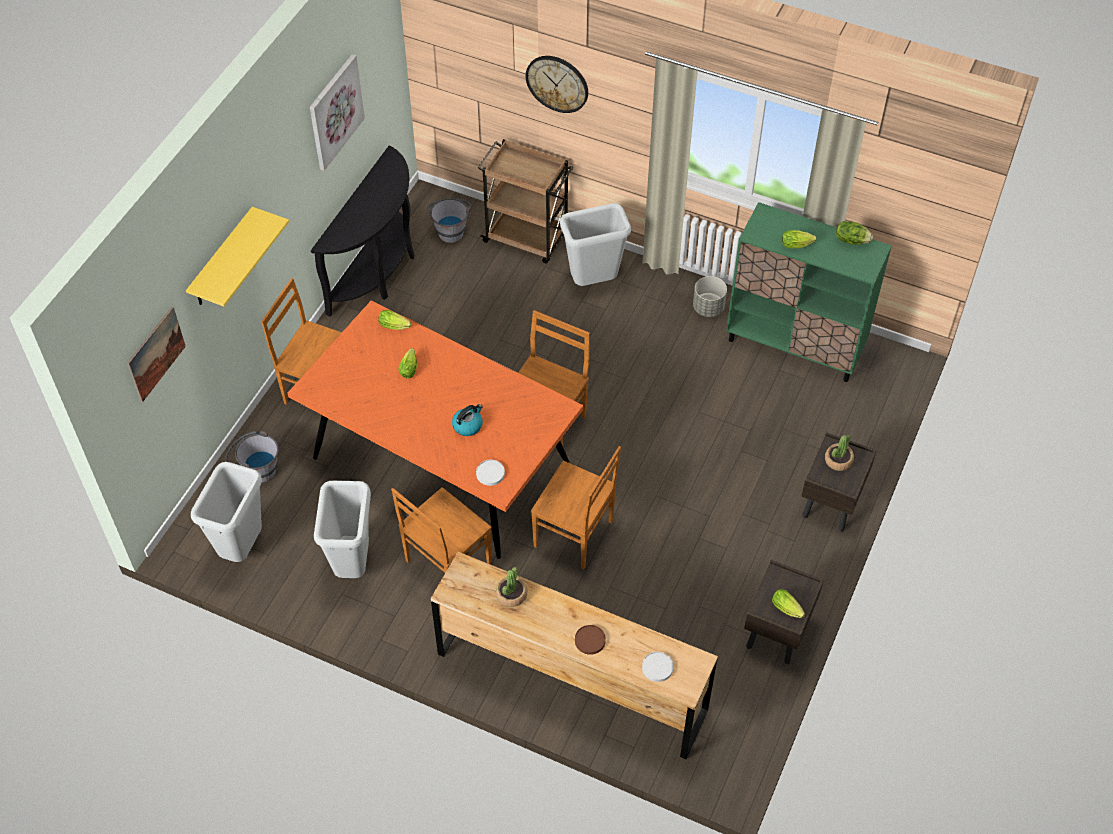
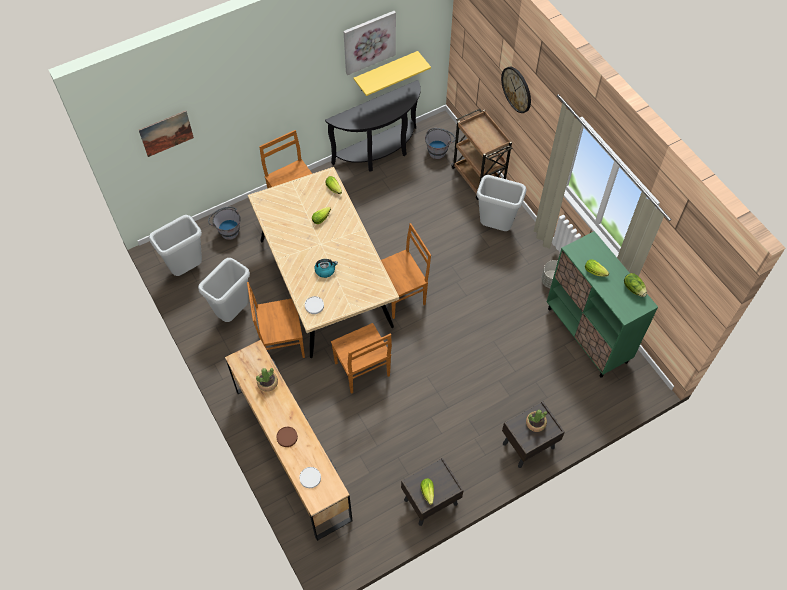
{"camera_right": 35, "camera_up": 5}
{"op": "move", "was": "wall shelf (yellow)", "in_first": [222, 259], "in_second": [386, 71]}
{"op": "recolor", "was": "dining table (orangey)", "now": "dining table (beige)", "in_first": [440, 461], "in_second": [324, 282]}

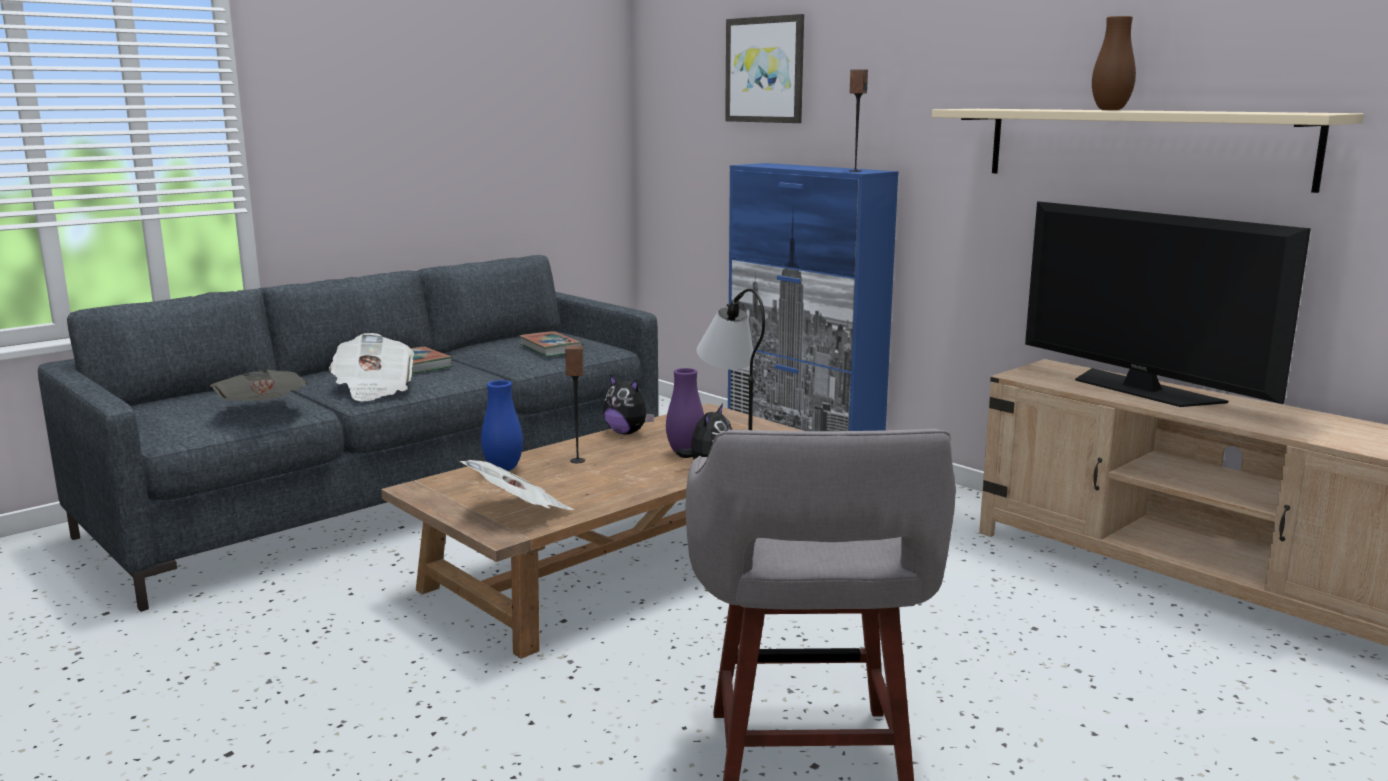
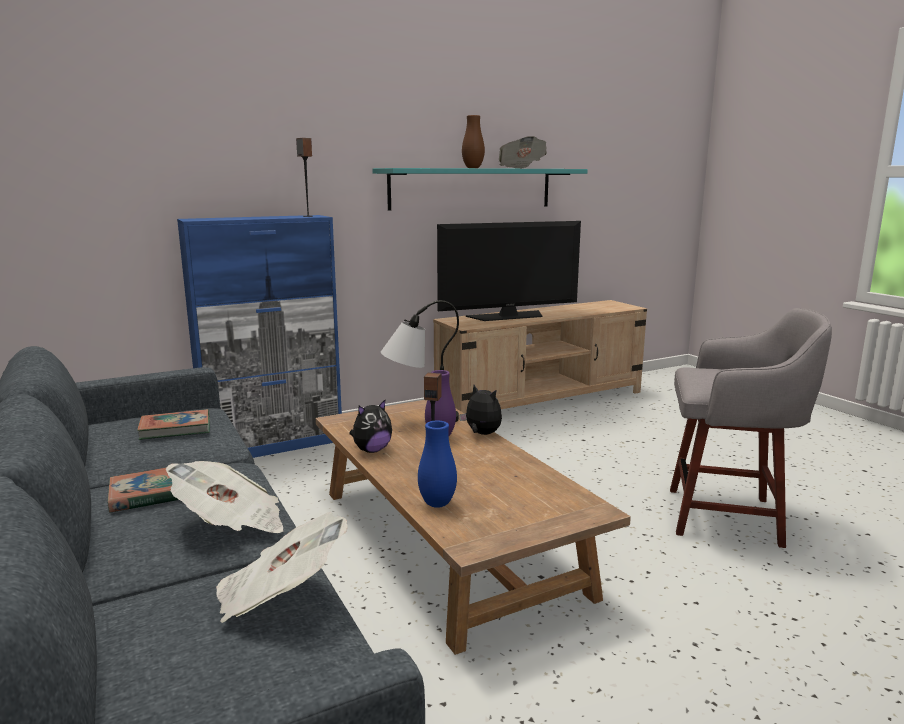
{"camera_right": -75, "camera_up": 0}
{"op": "move", "was": "newspaper", "in_first": [519, 512], "in_second": [521, 168]}
{"op": "delete", "was": "picture", "in_first": [765, 70]}
{"op": "recolor", "was": "wall shelf (beige)", "now": "wall shelf (blue-green)", "in_first": [1142, 146], "in_second": [472, 188]}

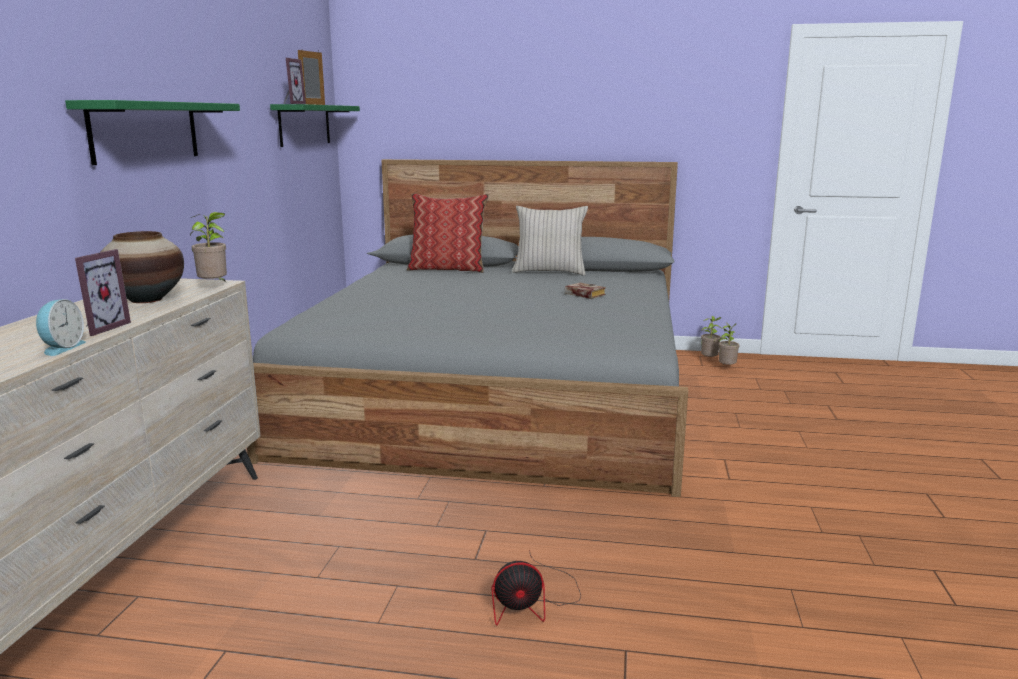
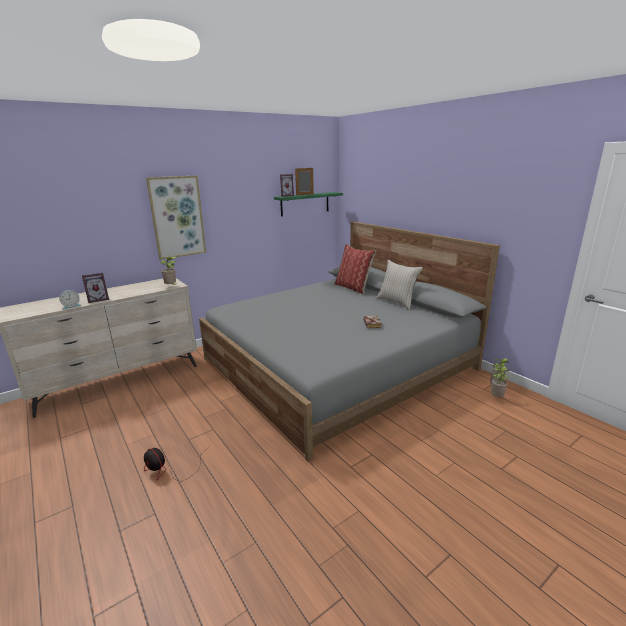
{"camera_right": 45, "camera_up": 5}
{"op": "replace", "was": "wall shelf (green-coloured)", "now": "picture", "in_first": [145, 131], "in_second": [177, 217]}
{"op": "delete", "was": "vase", "in_first": [146, 300]}

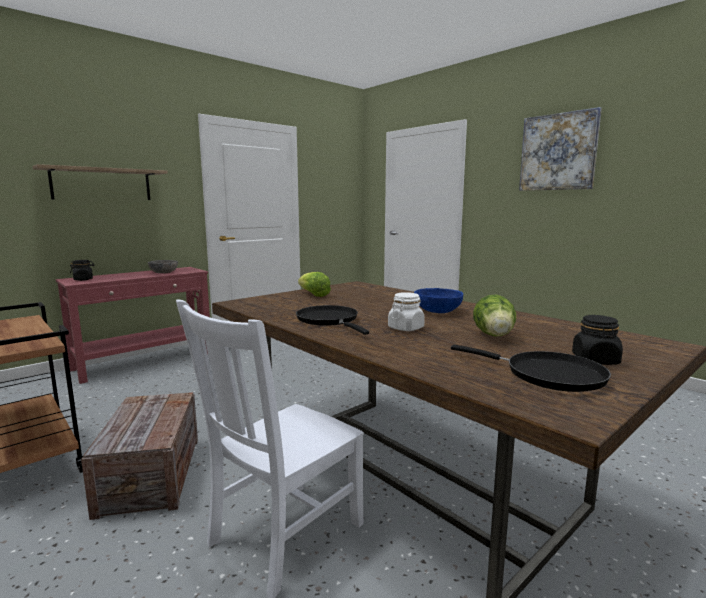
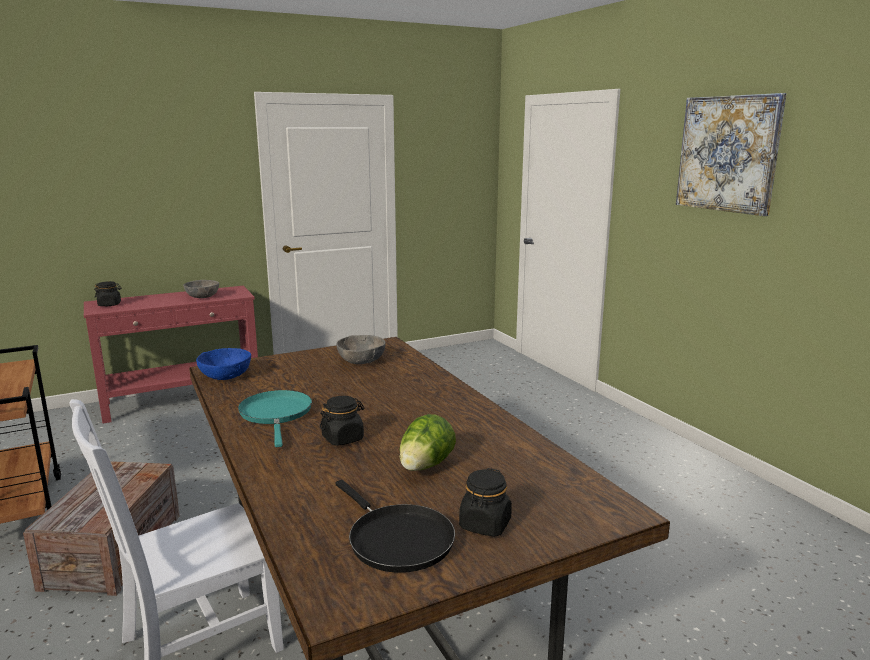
{"camera_right": 15, "camera_up": 5}
{"op": "delete", "was": "wall shelf", "in_first": [102, 184]}
{"op": "recolor", "was": "pan (black-coloured)", "now": "pan (blue-green)", "in_first": [329, 320], "in_second": [276, 414]}
{"op": "delete", "was": "head of lettuce", "in_first": [313, 295]}
{"op": "recolor", "was": "storage jar (white)", "now": "storage jar (black-coloured)", "in_first": [406, 328], "in_second": [343, 438]}
{"op": "move", "was": "bowl (blue-coloured)", "in_first": [437, 311], "in_second": [225, 376]}
{"op": "insert", "now": "bowl (gray)", "in_second": [361, 361]}

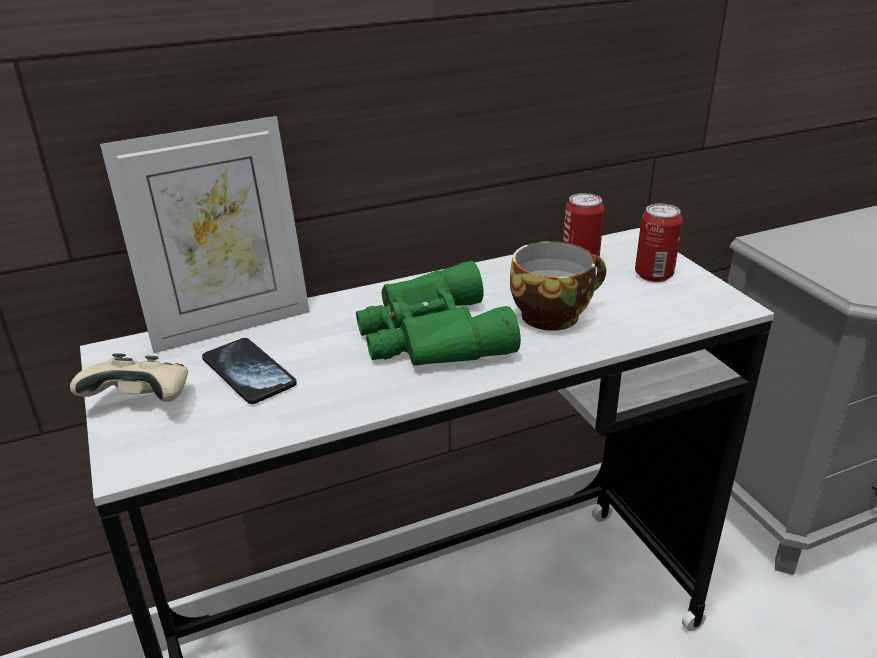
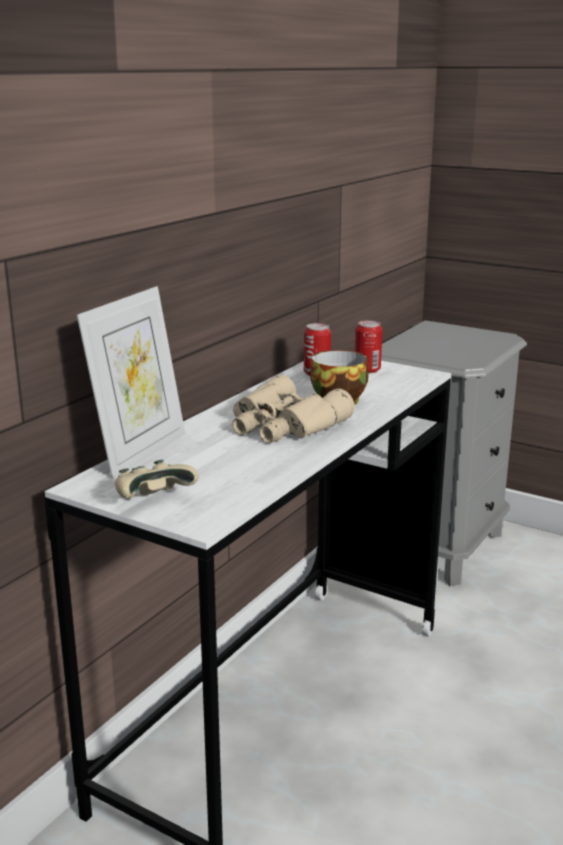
{"camera_right": -35, "camera_up": -10}
{"op": "delete", "was": "phone", "in_first": [248, 373]}
{"op": "recolor", "was": "pair of binoculars (green-coloured)", "now": "pair of binoculars (beige)", "in_first": [430, 336], "in_second": [283, 425]}

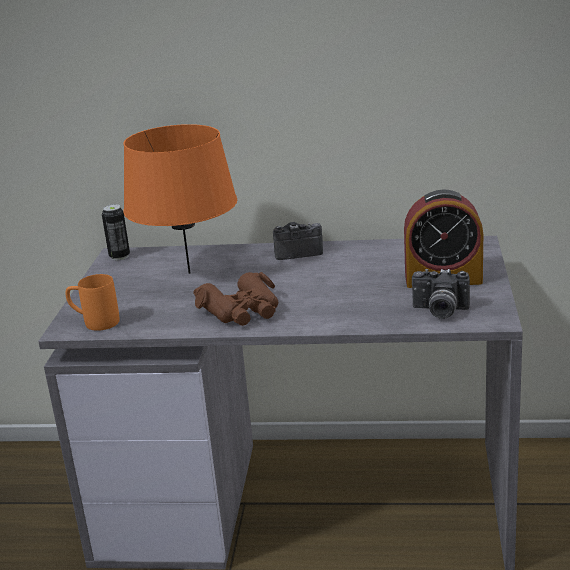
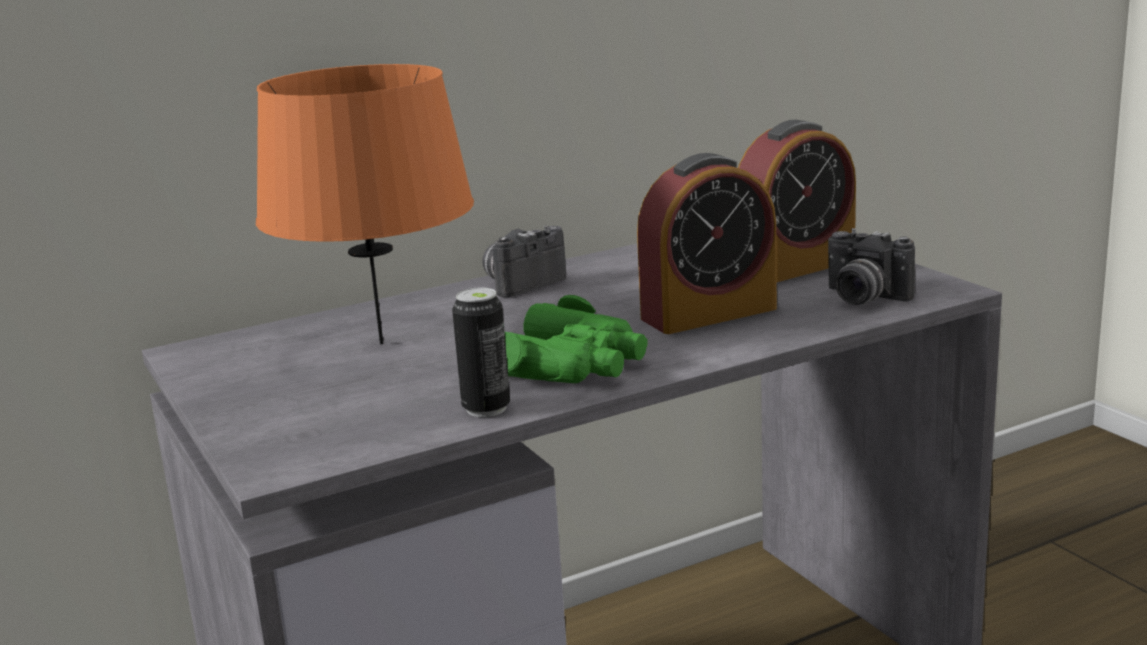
{"camera_right": -35, "camera_up": -5}
{"op": "delete", "was": "mug (orangey)", "in_first": [94, 322]}
{"op": "move", "was": "metal can", "in_first": [119, 256], "in_second": [486, 409]}
{"op": "recolor", "was": "pair of binoculars (brown-coloured)", "now": "pair of binoculars (green-coloured)", "in_first": [242, 311], "in_second": [569, 365]}
{"op": "rotate", "was": "still camera", "in_first": [439, 312], "in_second": [861, 298], "clockwise": 60}
{"op": "insert", "now": "bedside clock", "in_second": [708, 313]}

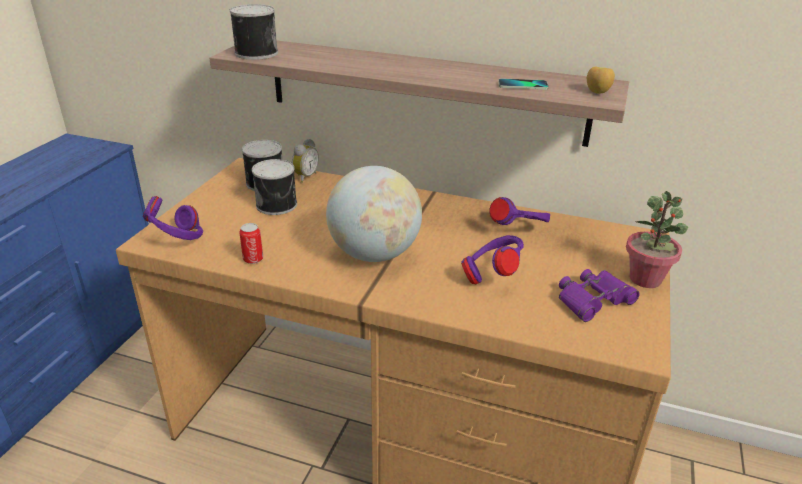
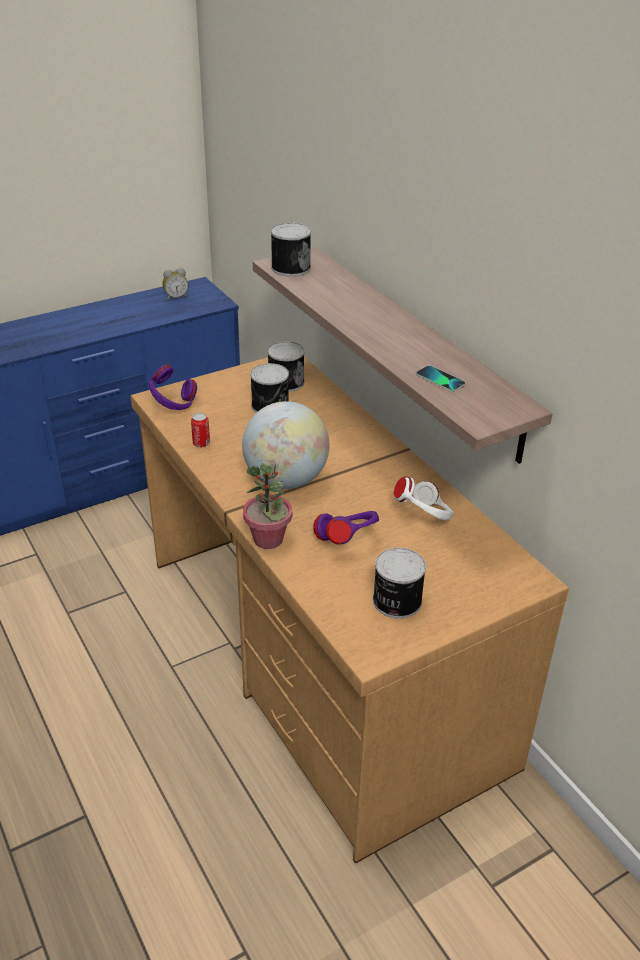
{"camera_right": 40, "camera_up": 5}
{"op": "move", "was": "bedside clock", "in_first": [305, 177], "in_second": [176, 297]}
{"op": "recolor", "was": "pair of headphones (purplish)", "now": "pair of headphones (white)", "in_first": [517, 232], "in_second": [424, 517]}
{"op": "replace", "was": "pair of binoculars (purplish)", "now": "metal can", "in_first": [593, 300], "in_second": [396, 601]}
{"op": "delete", "was": "apple", "in_first": [597, 92]}
{"op": "move", "was": "potted plant", "in_first": [645, 279], "in_second": [268, 539]}

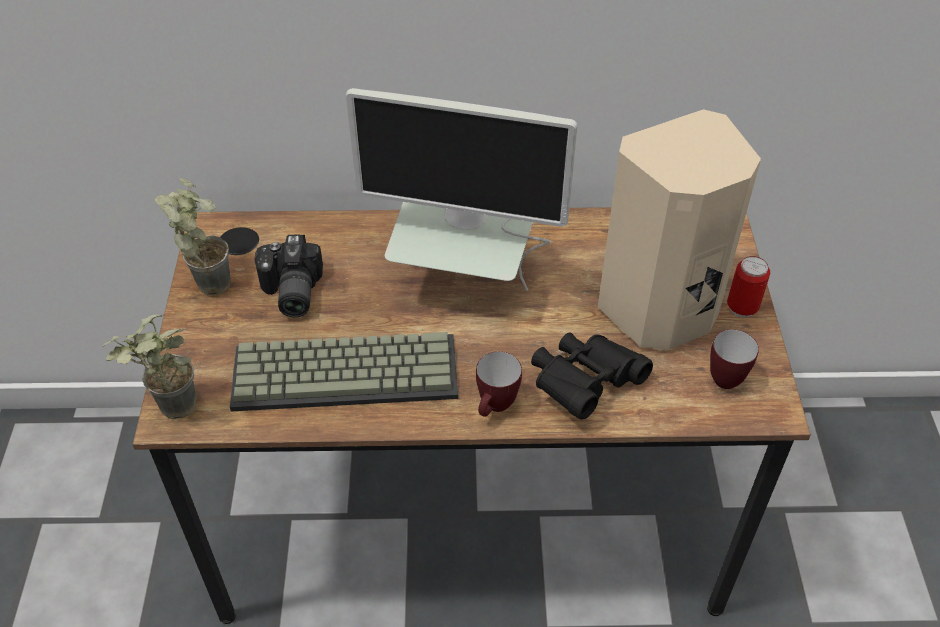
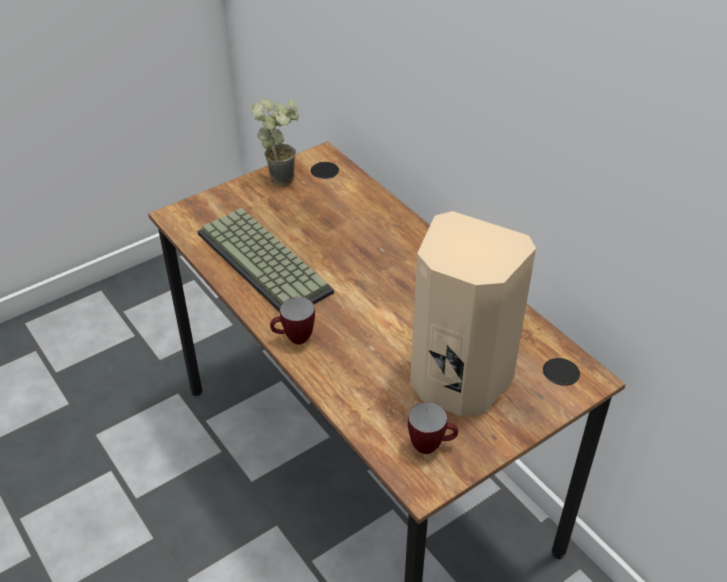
{"camera_right": 55, "camera_up": -5}
{"op": "delete", "was": "potted plant", "in_first": [170, 413]}
{"op": "delete", "was": "still camera", "in_first": [289, 292]}
{"op": "delete", "was": "computer screen", "in_first": [464, 279]}
{"op": "delete", "was": "pair of binoculars (black-coloured)", "in_first": [584, 384]}
{"op": "delete", "was": "metal can", "in_first": [742, 308]}

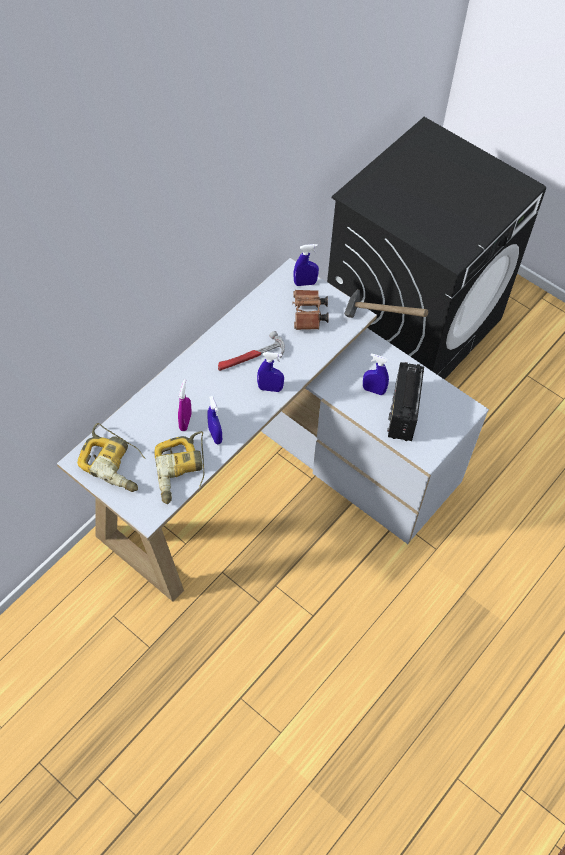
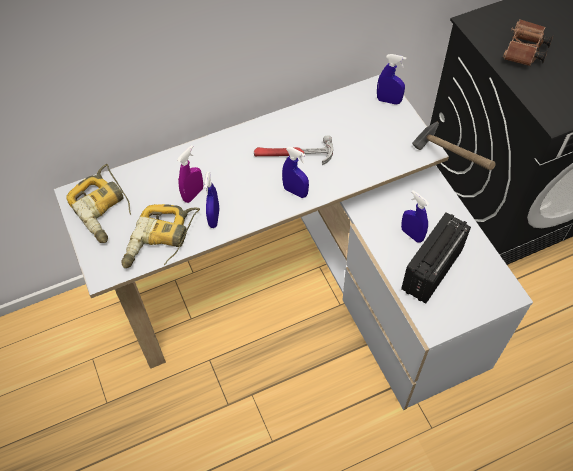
{"camera_right": 30, "camera_up": 0}
{"op": "move", "was": "pair of binoculars (brown-coloured)", "in_first": [308, 316], "in_second": [524, 52]}

